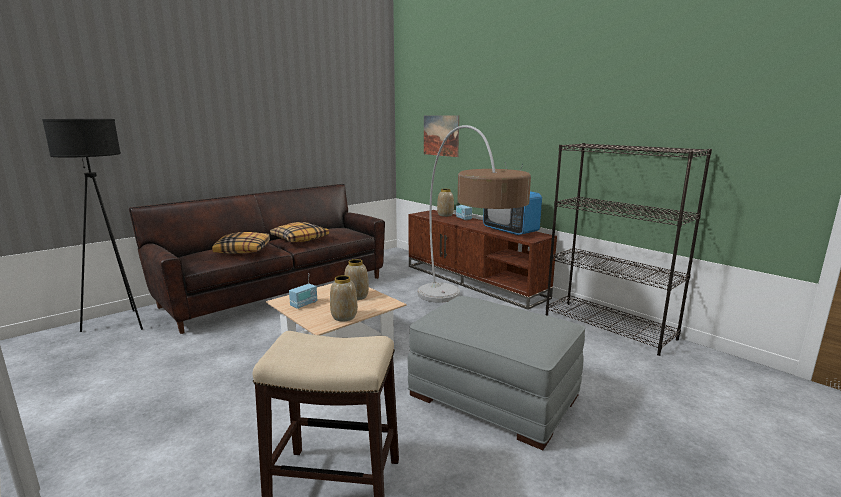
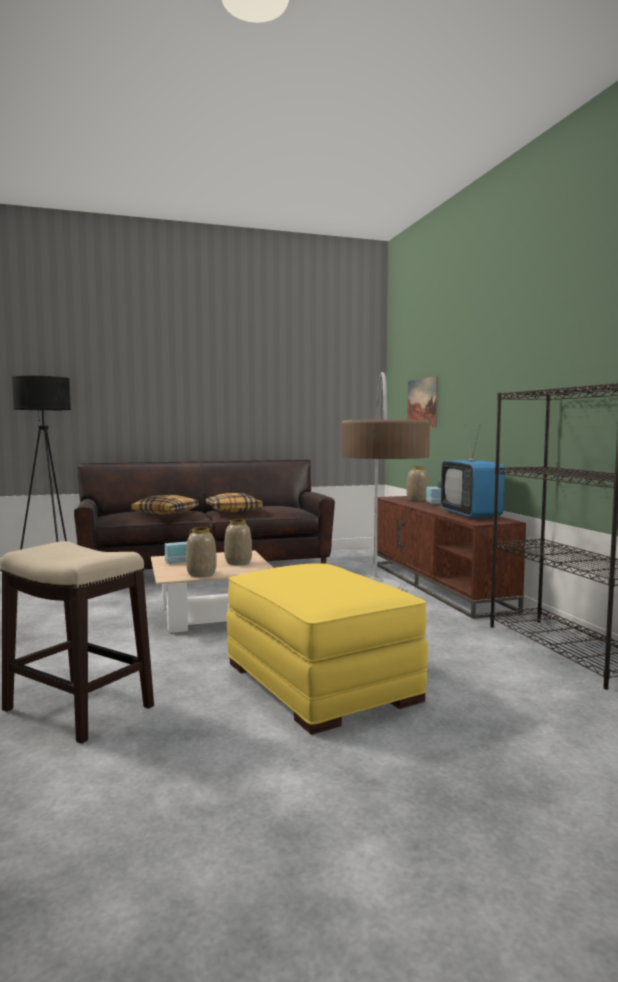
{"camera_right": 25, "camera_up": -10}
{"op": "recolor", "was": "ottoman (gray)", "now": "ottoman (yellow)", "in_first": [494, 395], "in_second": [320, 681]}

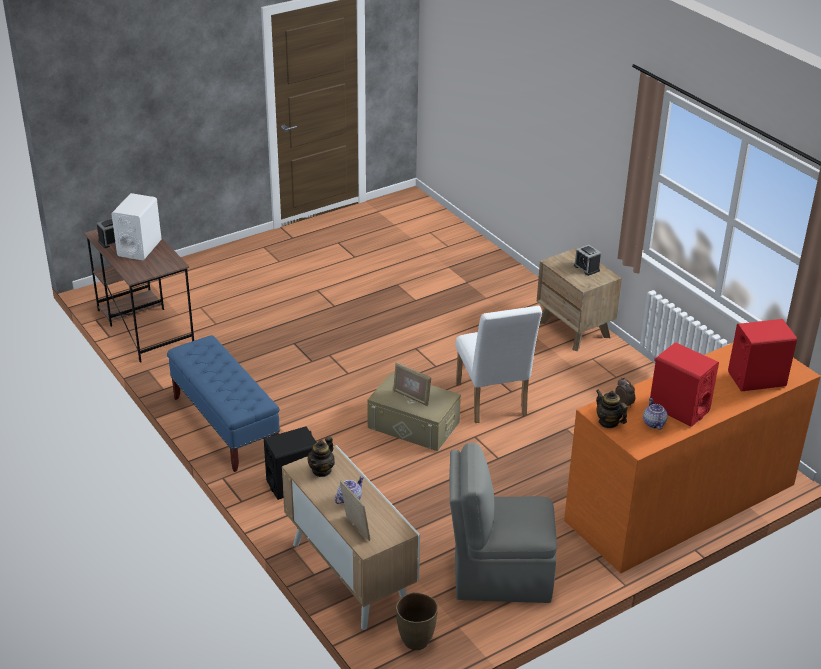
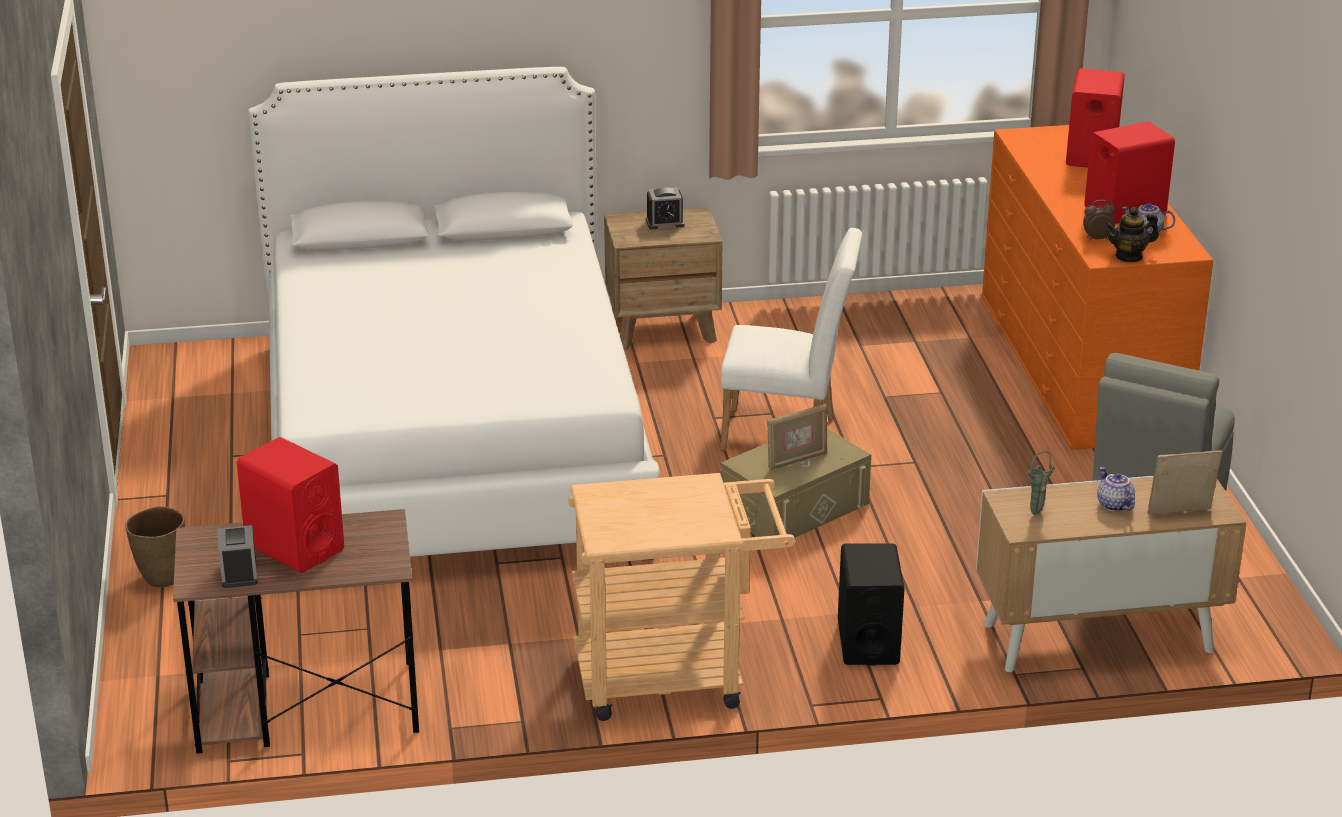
{"camera_right": -65, "camera_up": -5}
{"op": "recolor", "was": "speaker (white)", "now": "speaker (reddish)", "in_first": [139, 248], "in_second": [294, 547]}
{"op": "replace", "was": "bench (blue-coloured)", "now": "wheeled cart (beige)", "in_first": [225, 425], "in_second": [675, 676]}
{"op": "replace", "was": "tea pot", "now": "vase (green-coloured)", "in_first": [322, 470], "in_second": [1037, 512]}
{"op": "move", "was": "vase (brown-coloured)", "in_first": [415, 640], "in_second": [162, 578]}
{"op": "insert", "now": "bed (white)", "in_second": [452, 441]}

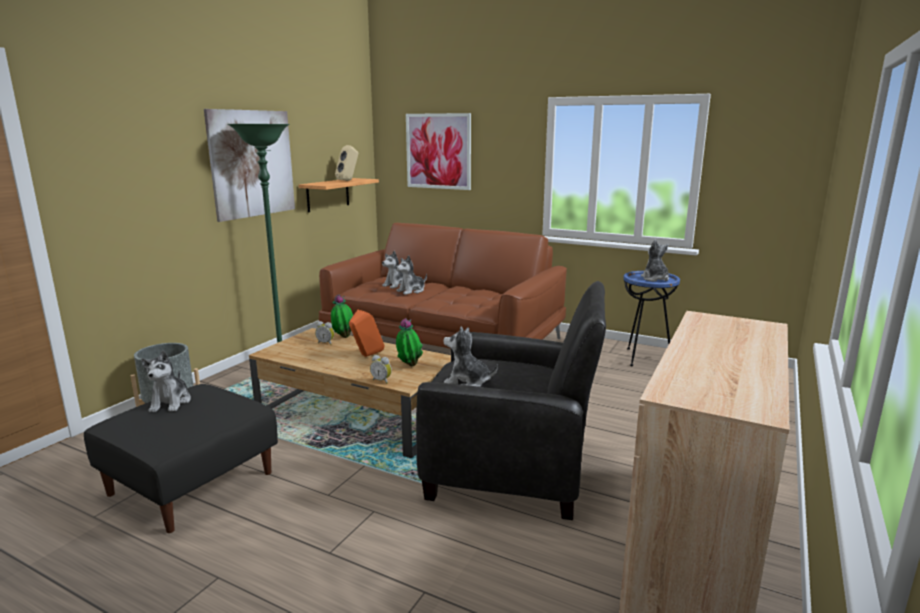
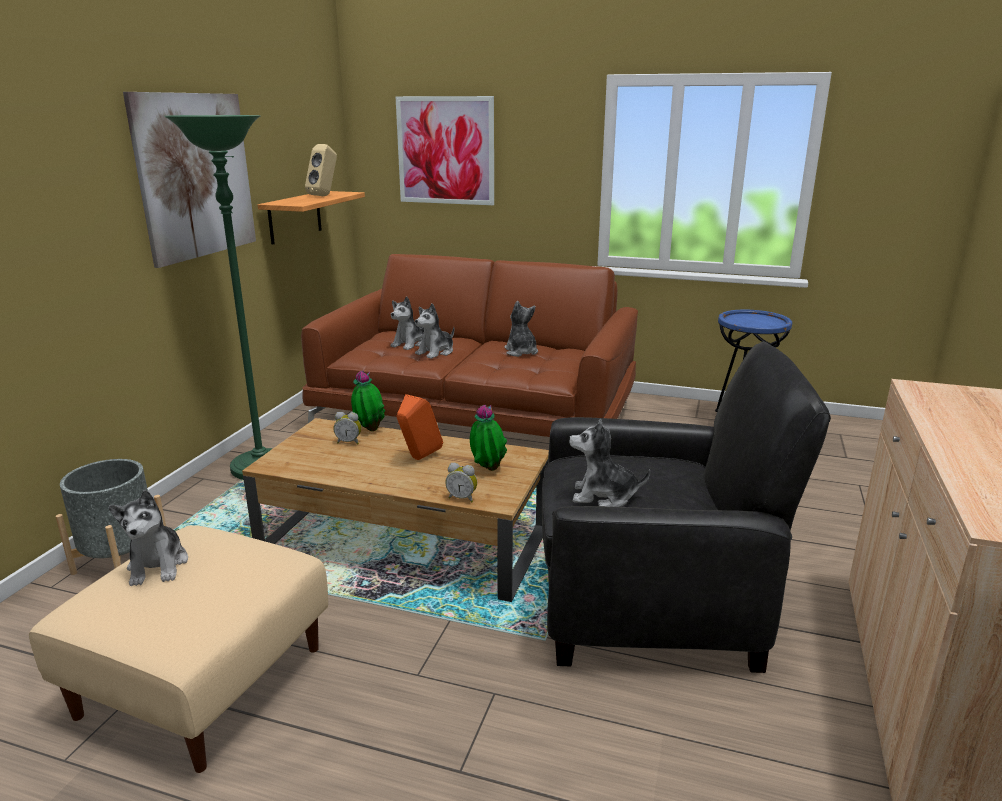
{"camera_right": -10, "camera_up": 5}
{"op": "recolor", "was": "ottoman (black-coloured)", "now": "ottoman (beige)", "in_first": [191, 483], "in_second": [202, 680]}
{"op": "move", "was": "soft toy", "in_first": [655, 279], "in_second": [521, 352]}

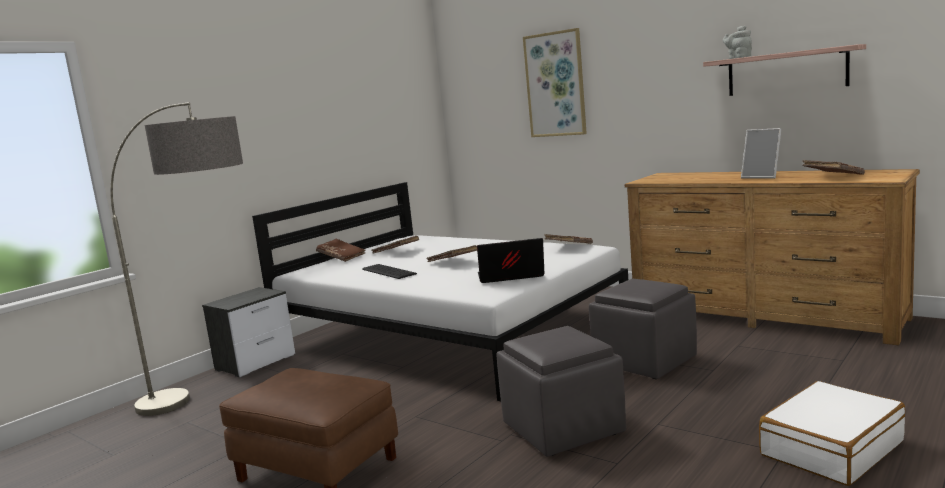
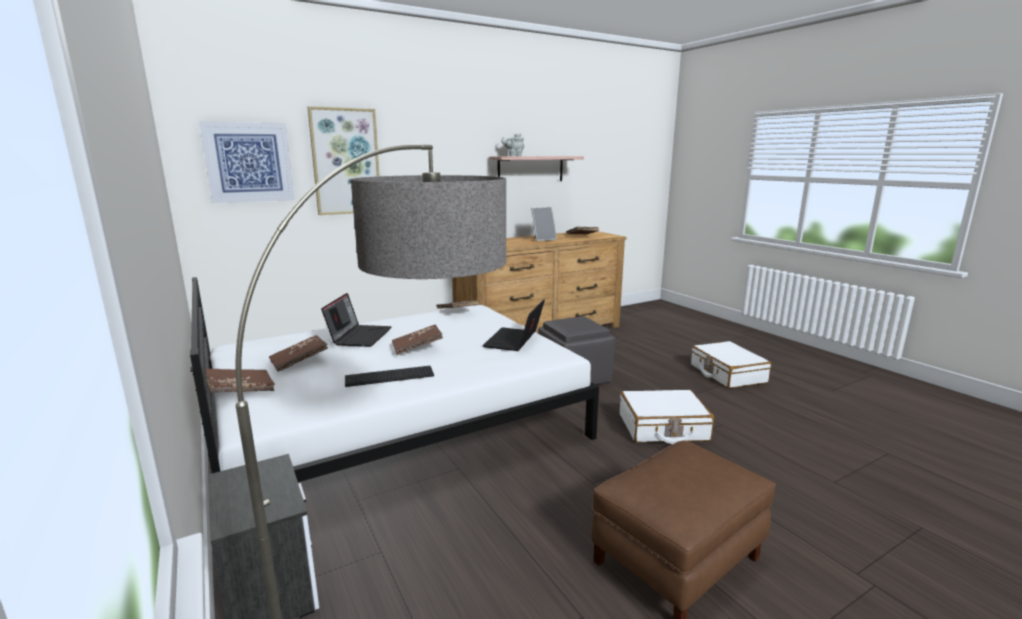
{"camera_right": -70, "camera_up": 5}
{"op": "replace", "was": "ottoman (gray)", "now": "piece of luggage (white)", "in_first": [564, 429], "in_second": [663, 428]}
{"op": "insert", "now": "picture", "in_second": [249, 162]}
{"op": "insert", "now": "laptop", "in_second": [359, 336]}

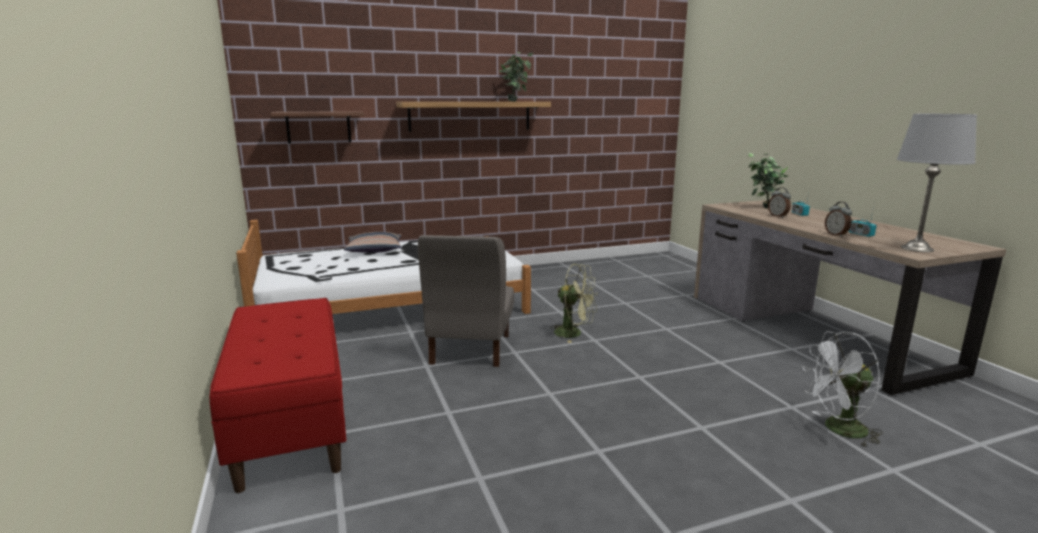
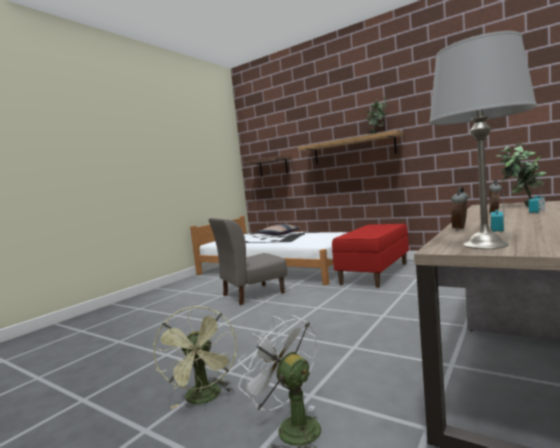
{"camera_right": 55, "camera_up": -10}
{"op": "move", "was": "bench (reddish)", "in_first": [290, 424], "in_second": [374, 273]}
{"op": "move", "was": "fan (green-coloured)", "in_first": [574, 333], "in_second": [204, 399]}

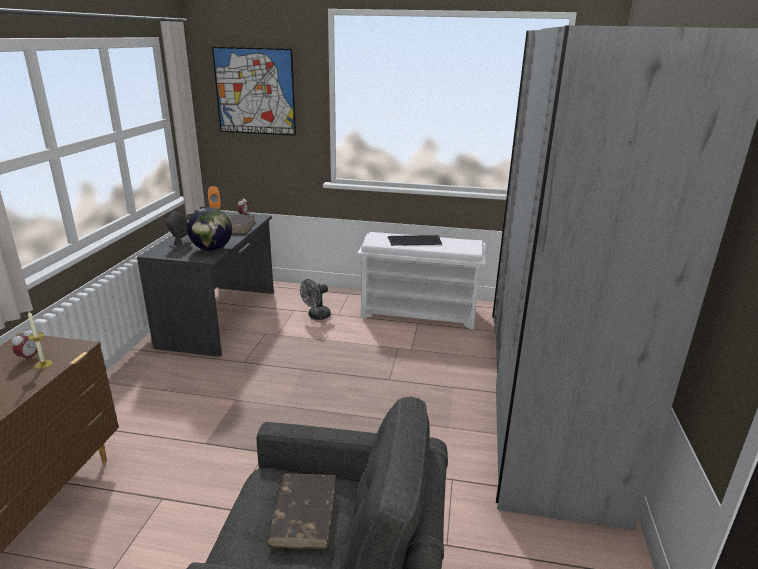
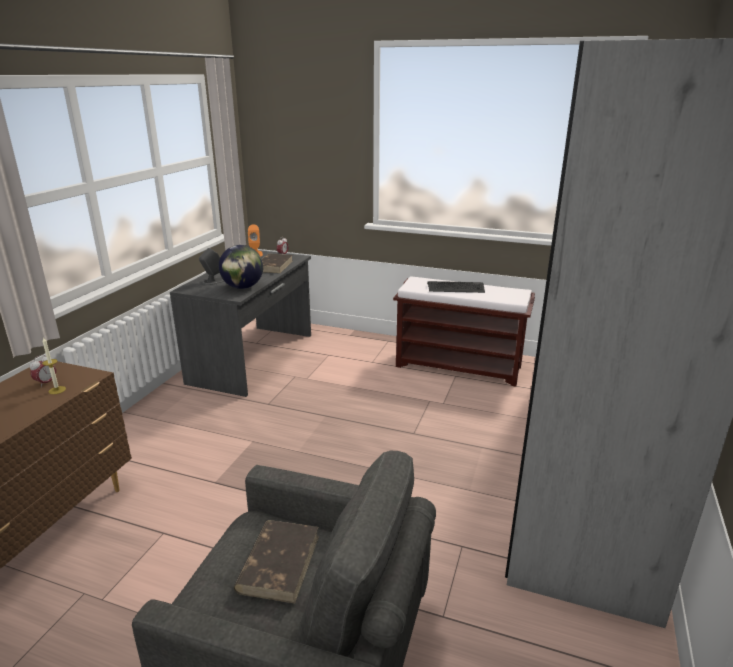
{"camera_right": 10, "camera_up": 0}
{"op": "delete", "was": "picture", "in_first": [255, 91]}
{"op": "delete", "was": "fan (gray)", "in_first": [316, 316]}
{"op": "recolor", "was": "bench (white)", "now": "bench (brown-coloured)", "in_first": [419, 314], "in_second": [459, 366]}

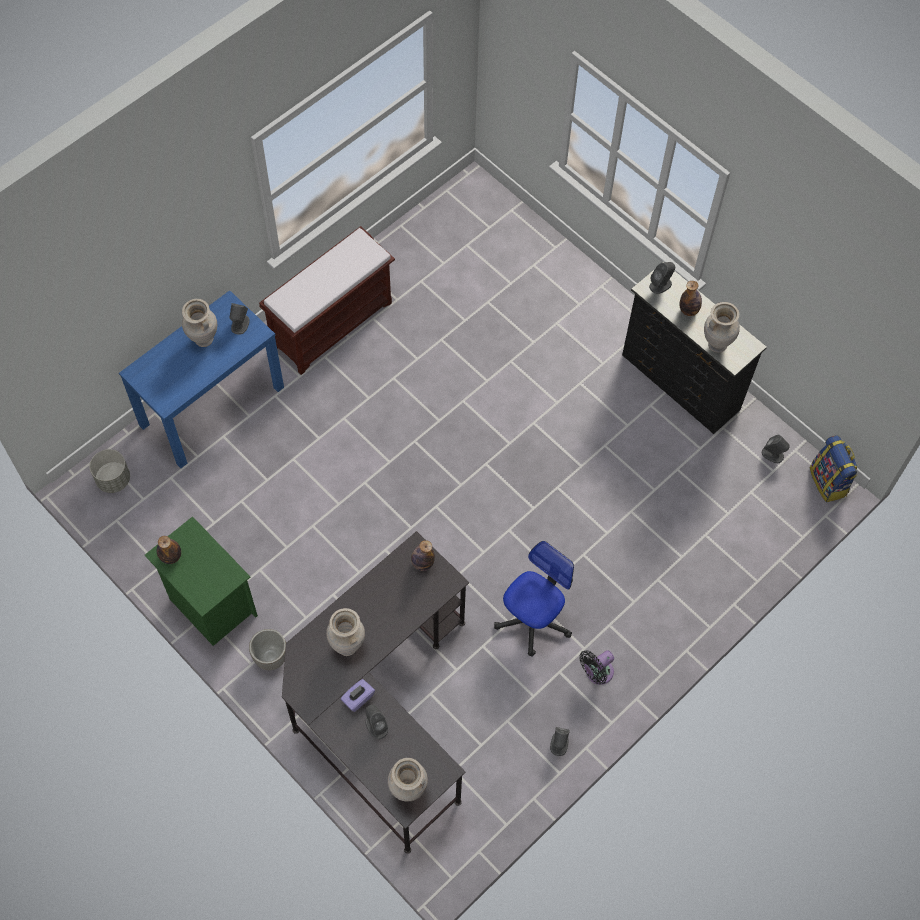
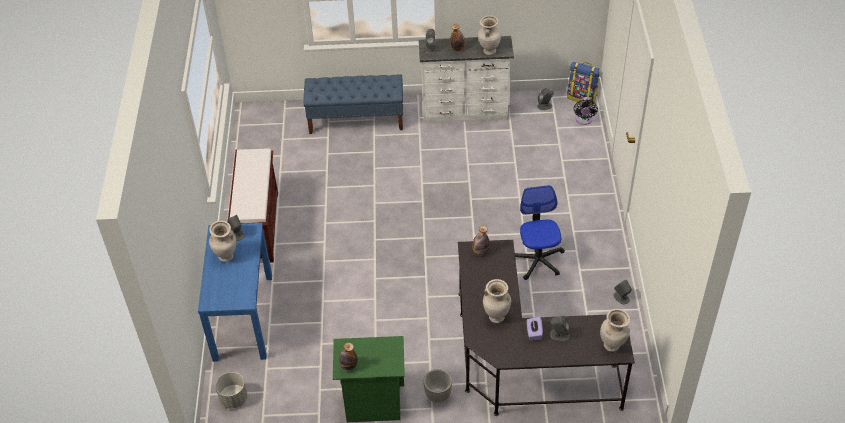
{"camera_right": -45, "camera_up": -15}
{"op": "move", "was": "fan (black-coloured)", "in_first": [597, 673], "in_second": [583, 120]}
{"op": "recolor", "was": "drawer chest (black-coloured)", "now": "drawer chest (white)", "in_first": [680, 384], "in_second": [466, 113]}
{"op": "insert", "now": "bench (blue-coloured)", "in_second": [356, 120]}

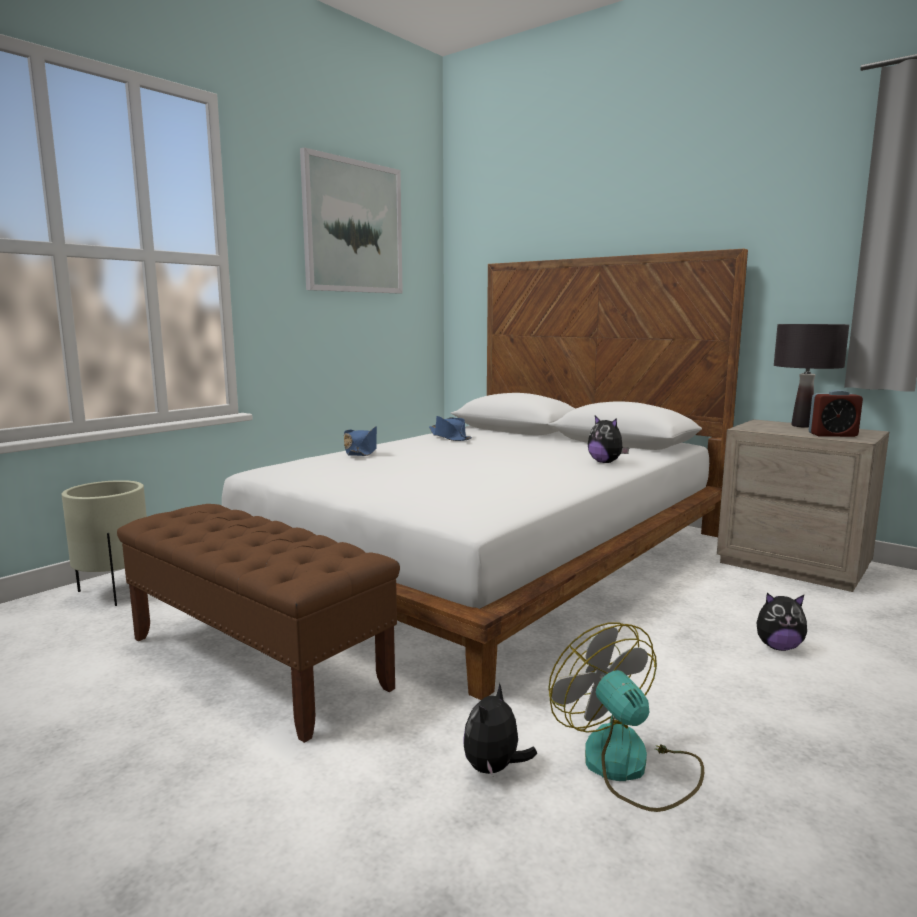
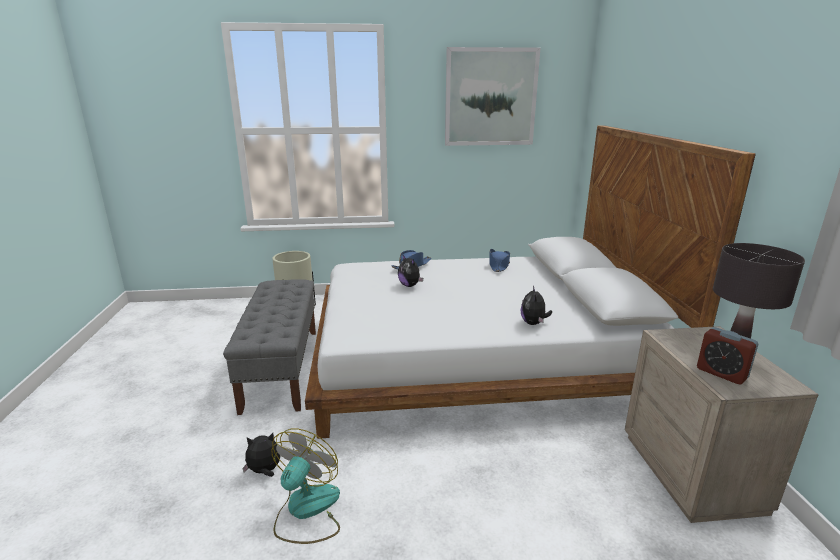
{"camera_right": 45, "camera_up": 10}
{"op": "recolor", "was": "bench (brown-coloured)", "now": "bench (gray)", "in_first": [256, 662], "in_second": [282, 368]}
{"op": "move", "was": "soft toy", "in_first": [778, 647], "in_second": [410, 285]}

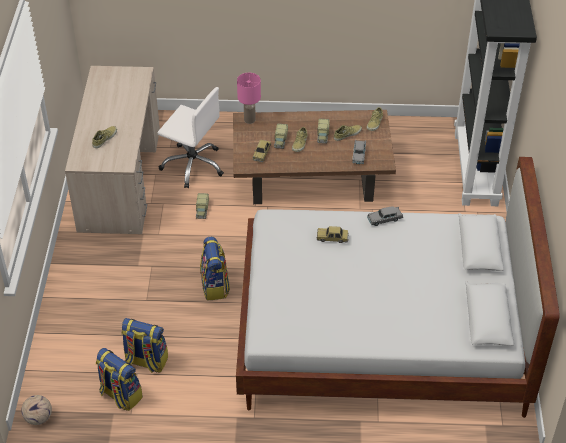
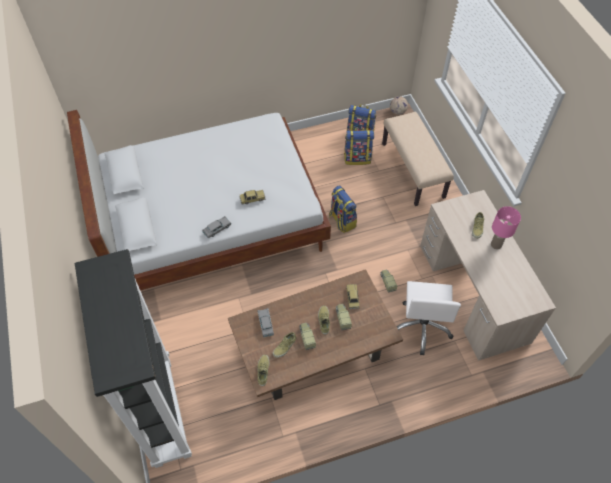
{"camera_right": 160, "camera_up": 10}
{"op": "rotate", "was": "computer chair (white)", "in_first": [193, 165], "in_second": [422, 326], "clockwise": -90}
{"op": "move", "was": "lamp for a table (pinkish)", "in_first": [250, 119], "in_second": [496, 245]}
{"op": "insert", "now": "bench (beige)", "in_second": [413, 170]}

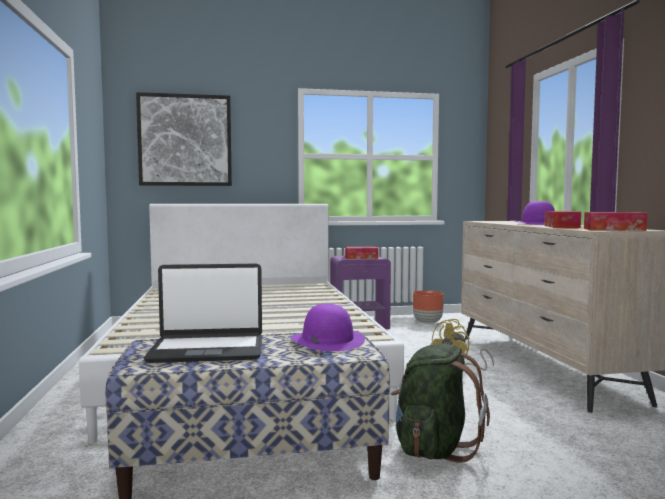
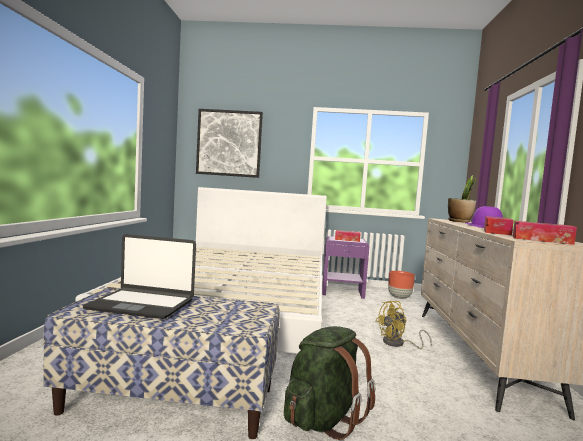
{"camera_right": 15, "camera_up": 0}
{"op": "delete", "was": "wearable hat (purplish)", "in_first": [327, 340]}
{"op": "insert", "now": "potted plant", "in_second": [459, 221]}

